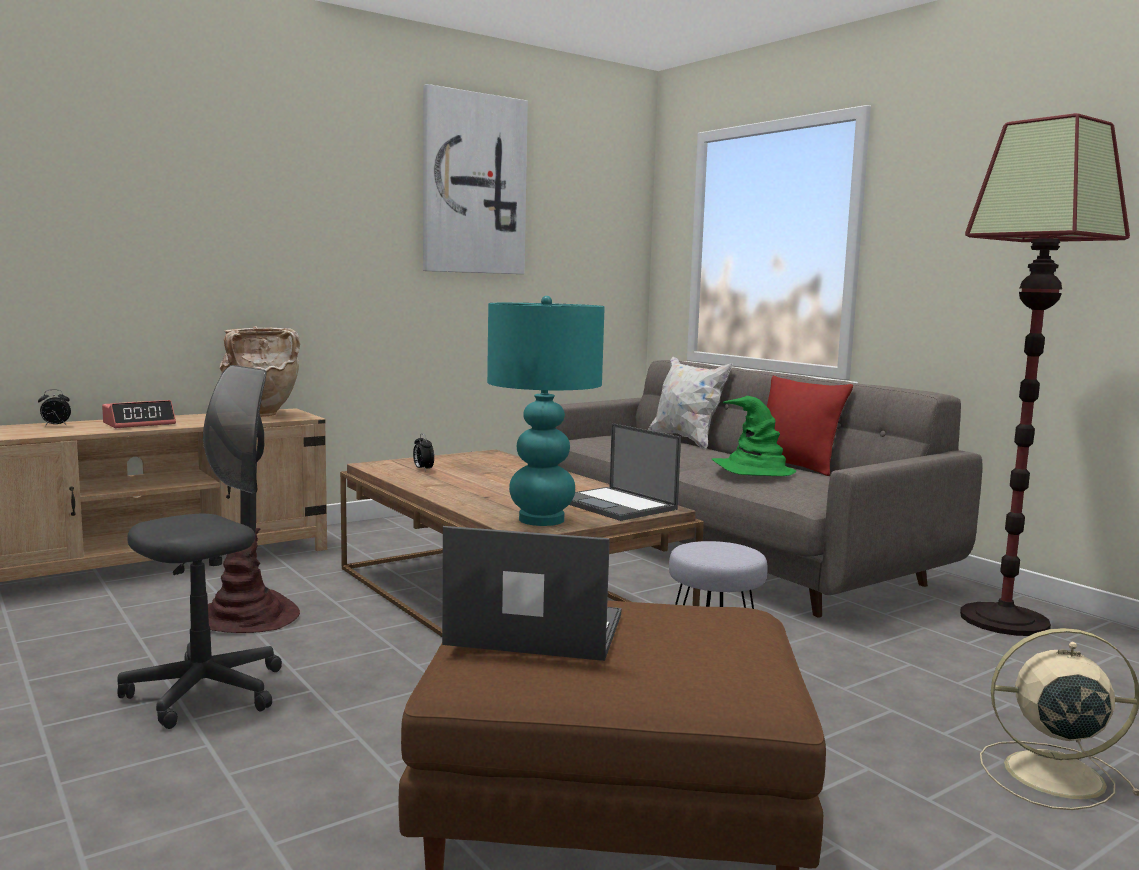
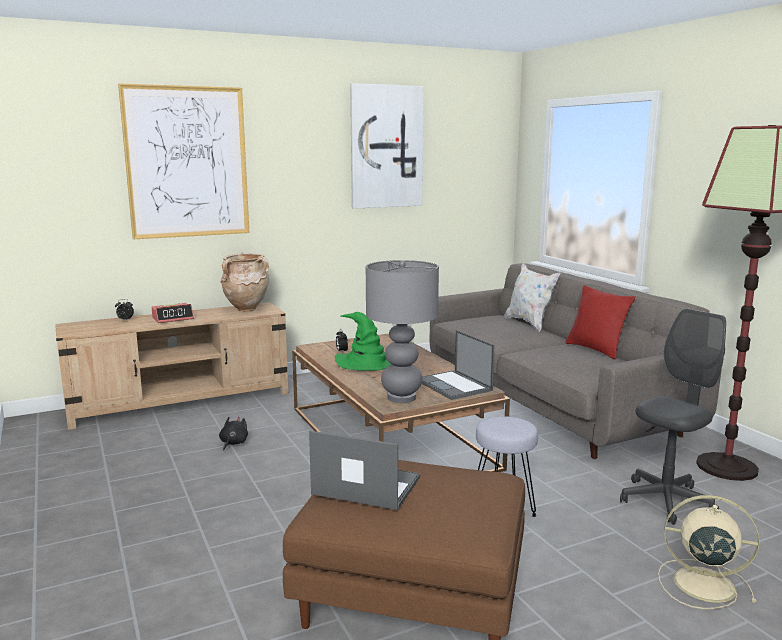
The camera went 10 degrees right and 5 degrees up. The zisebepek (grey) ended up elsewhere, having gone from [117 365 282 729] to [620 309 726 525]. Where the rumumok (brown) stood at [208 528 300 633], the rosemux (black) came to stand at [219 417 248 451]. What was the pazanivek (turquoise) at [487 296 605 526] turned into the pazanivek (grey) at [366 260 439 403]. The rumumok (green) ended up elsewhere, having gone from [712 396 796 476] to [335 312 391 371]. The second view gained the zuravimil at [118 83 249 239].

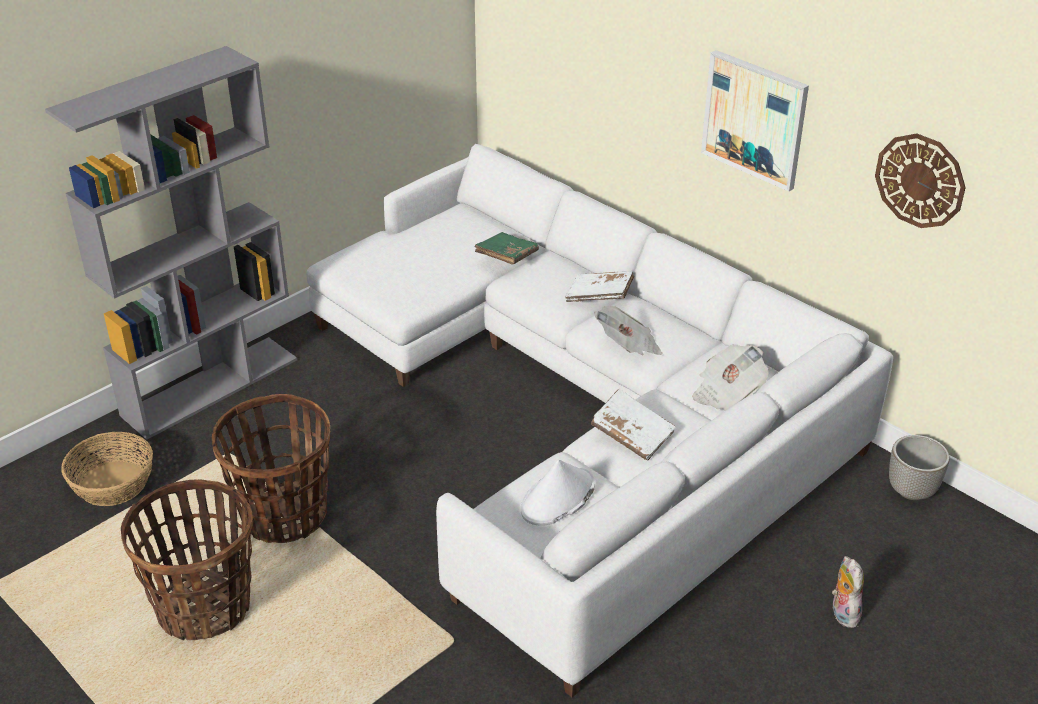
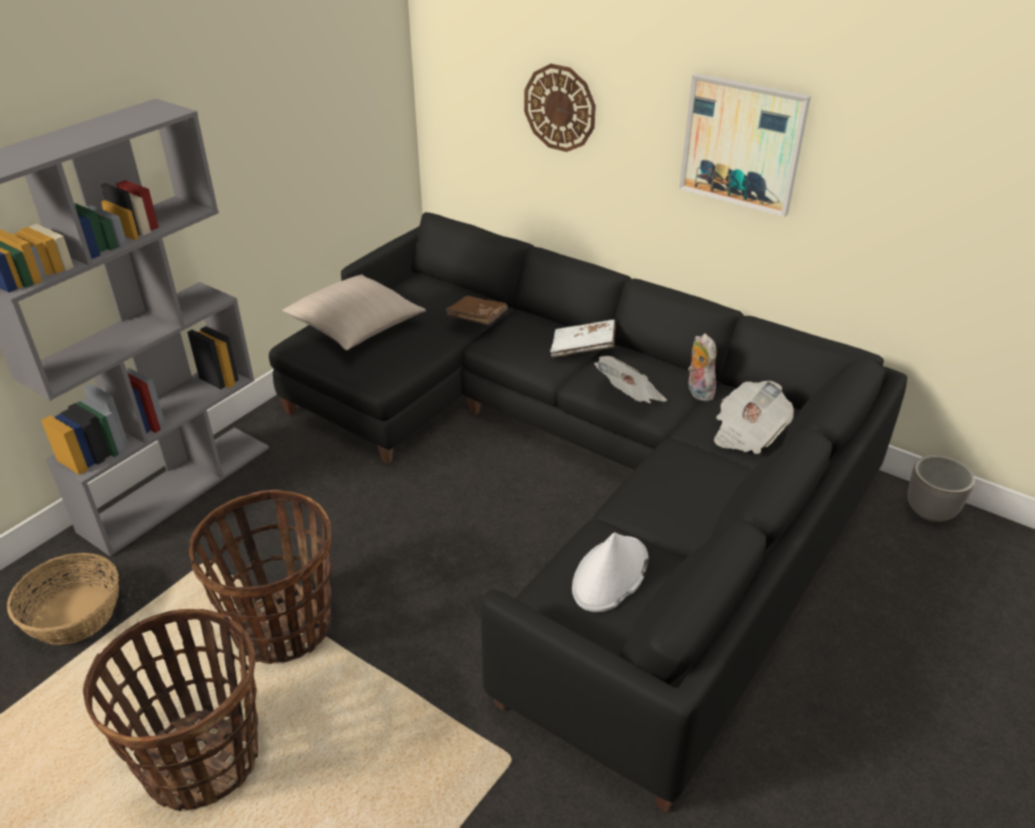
The camera went 10 degrees left and 0 degrees up. What was the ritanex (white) at [306 144 893 697] turned into the ritanex (black) at [269 212 907 813]. What was the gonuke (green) at [475 232 539 264] turned into the gonuke (brown) at [446 295 508 325]. The second view lost the gonuke (white) at [591 389 676 461]. The rosemux ended up elsewhere, having gone from [832 556 864 628] to [688 334 717 401]. The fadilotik ended up elsewhere, having gone from [875 134 966 228] to [524 64 596 152]. The second view gained the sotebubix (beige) at [282 275 426 350].

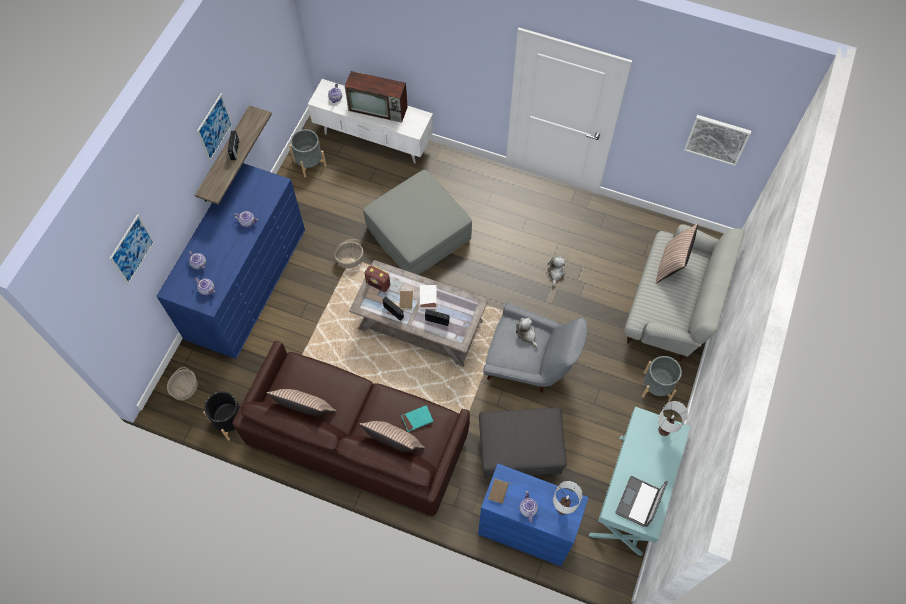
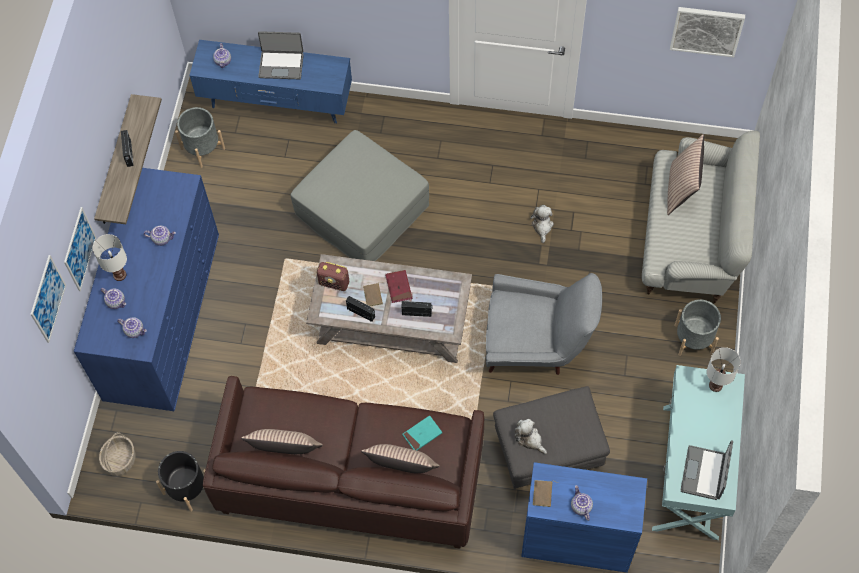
The camera went 10 degrees left and 0 degrees up. The zuravimil ended up elsewhere, having gone from [197 93 233 161] to [64 207 96 291]. What was the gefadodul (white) at [308 79 433 164] turned into the gefadodul (blue) at [189 40 352 124]. The second view lost the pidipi at [334 239 363 268]. Where the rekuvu stood at [345 71 408 123], the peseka came to stand at [258 31 304 79]. What was the gonuke (white) at [420 285 437 309] turned into the gonuke (red) at [385 270 412 303]. The rosemux ended up elsewhere, having gone from [516 318 538 348] to [515 419 547 455]. The pazanivek (white) ended up elsewhere, having gone from [553 481 582 515] to [93 234 127 281].

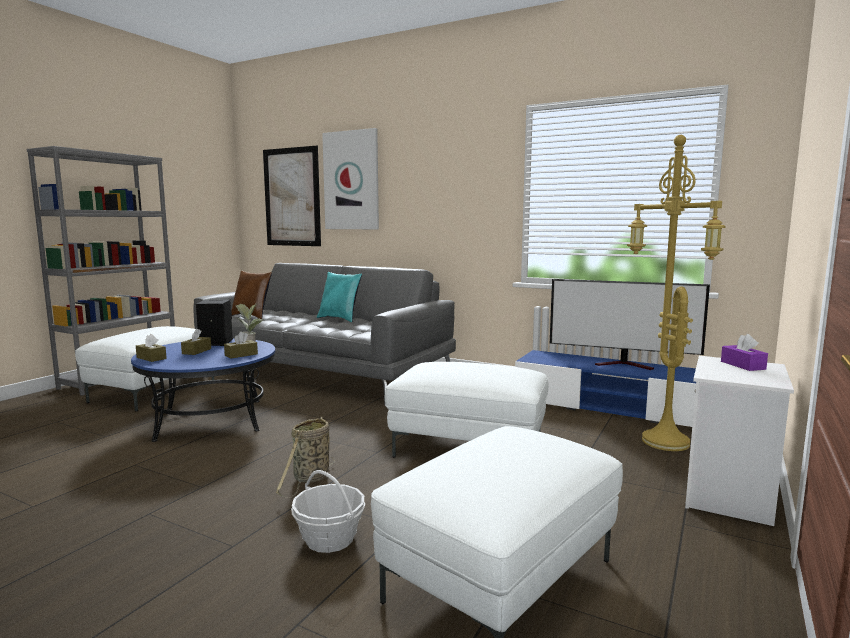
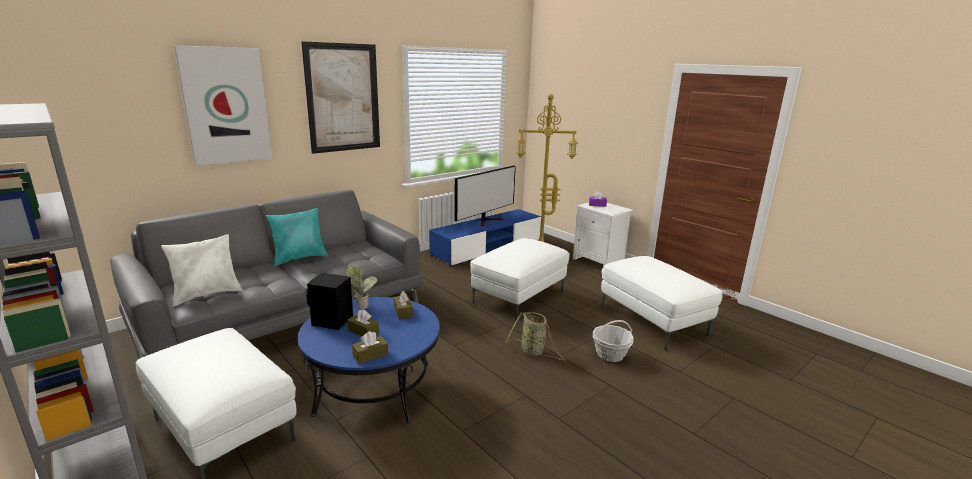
The camera went 70 degrees left and 10 degrees up. What was the sotebubix (brown) at [231 271 272 319] turned into the sotebubix (white) at [161 234 243 307]. The zuravimil ended up elsewhere, having gone from [263 146 321 246] to [301 41 380 154].

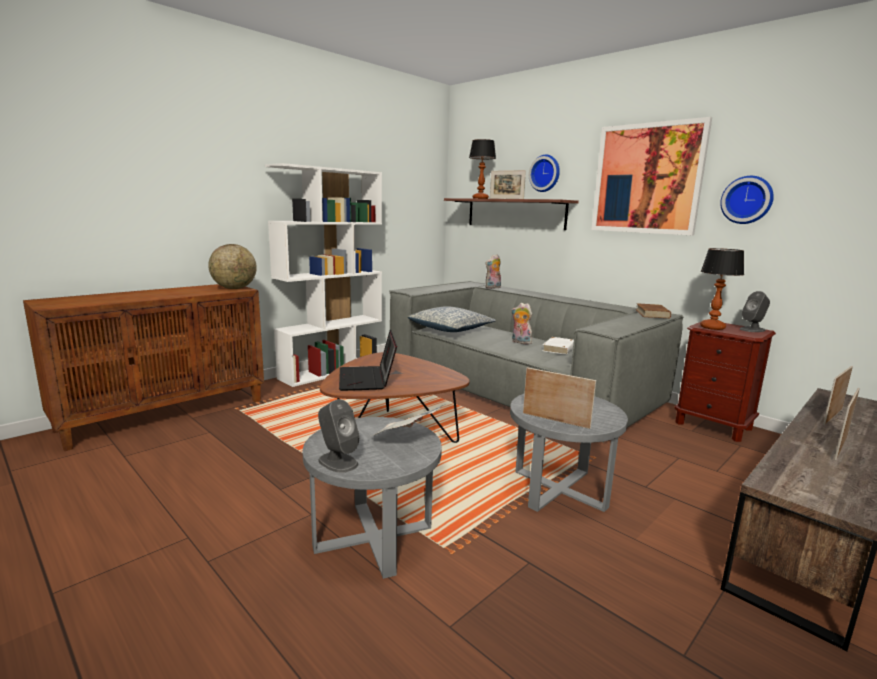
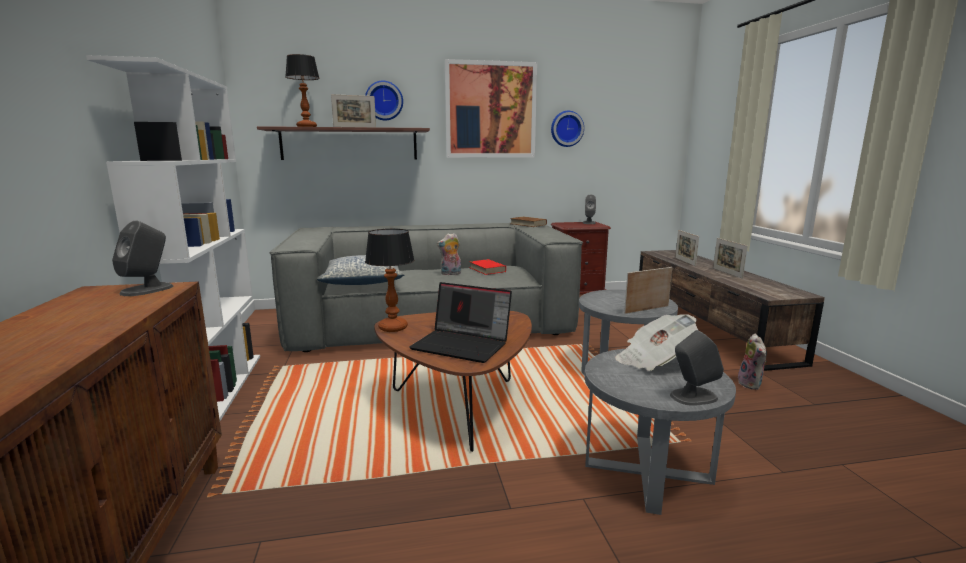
The camera went 55 degrees left and 0 degrees up. Where the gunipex stood at [208 244 257 289], the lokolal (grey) came to stand at [112 221 173 296]. The rosemux ended up elsewhere, having gone from [485 255 501 289] to [738 334 767 390]. What was the gonuke (white) at [543 337 574 355] turned into the gonuke (red) at [469 259 506 275]. The pazanivek ended up elsewhere, having gone from [700 248 744 330] to [365 229 414 332].

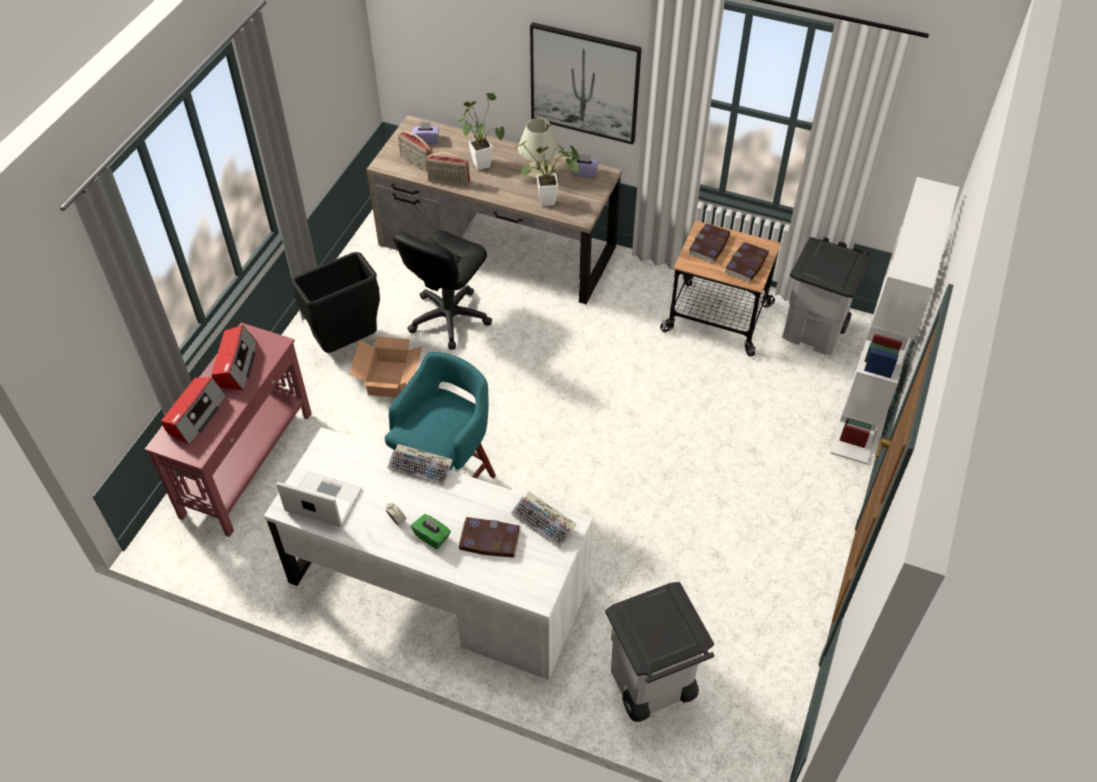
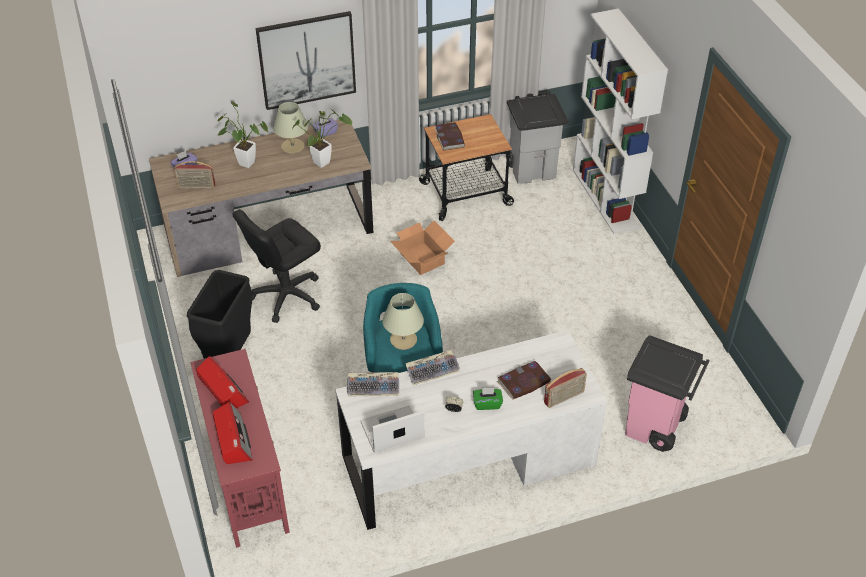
The camera went 40 degrees left and 5 degrees down. The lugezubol ended up elsewhere, having gone from [349 336 423 398] to [390 220 455 275]. The zisebepek (black) at [393 231 492 350] ended up facing another way, 60 degrees clockwise from before. The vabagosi ended up elsewhere, having gone from [426 153 470 186] to [544 368 587 408]. The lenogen ended up elsewhere, having gone from [511 492 577 549] to [347 372 399 396]. What was the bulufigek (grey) at [605 582 714 722] turned into the bulufigek (pink) at [625 335 710 452]. The second view lost the gonuke at [724 242 769 282]. The second view gained the pazanivek (beige) at [382 293 424 350].

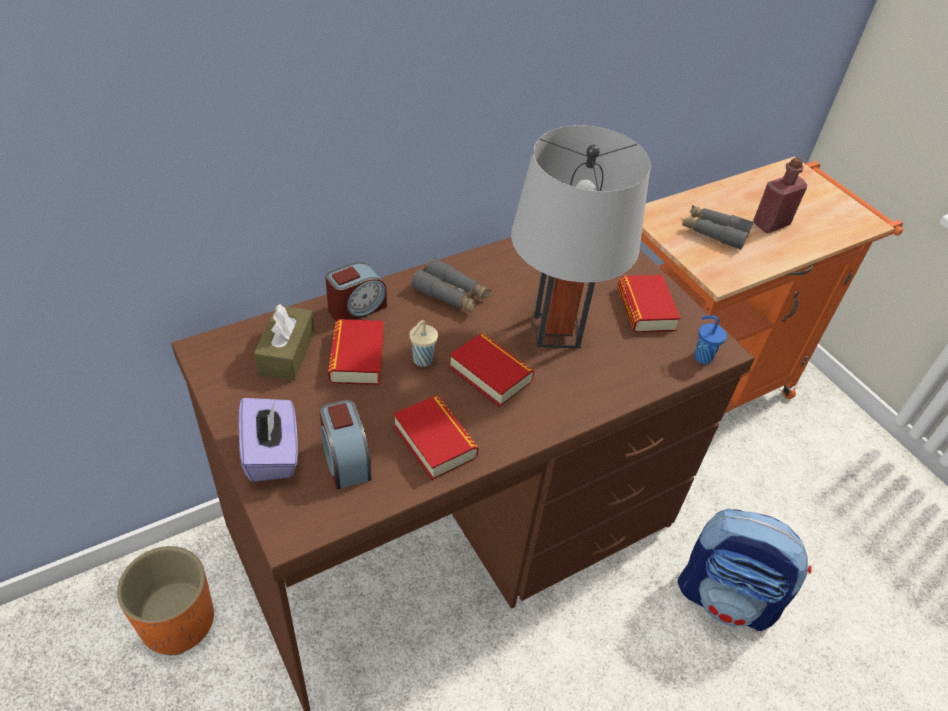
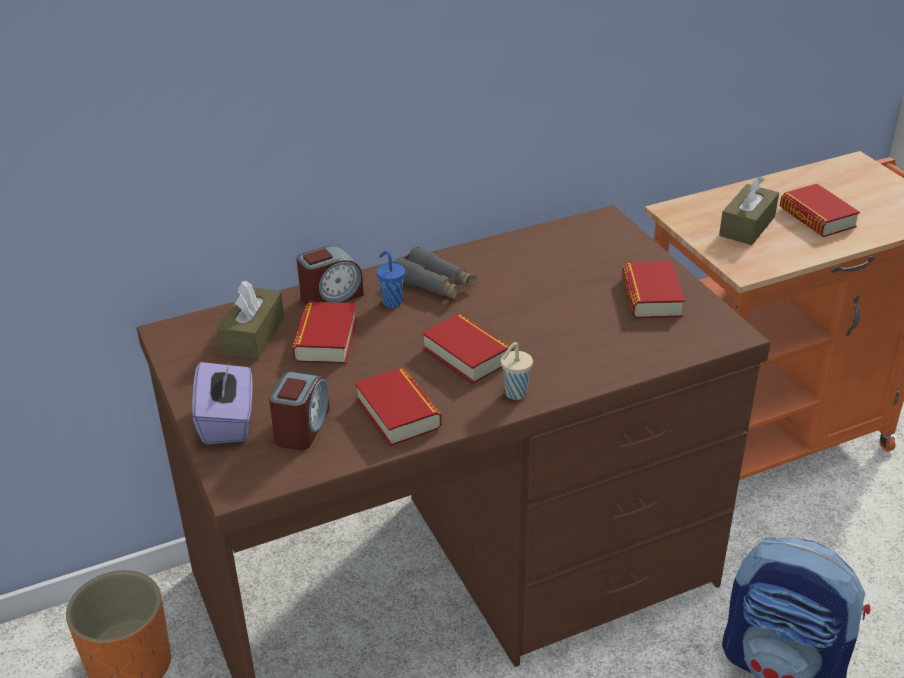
The camera went 10 degrees right and 10 degrees down. The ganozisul at [320 400 371 489] ended up facing another way, 150 degrees counterclockwise from before. The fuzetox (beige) ended up elsewhere, having gone from [410 320 438 367] to [501 342 533 400]. The second view lost the pazanivek (grey) at [511 125 651 349]. Where the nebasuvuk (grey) stood at [682 205 753 250], the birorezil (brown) came to stand at [719 177 779 245]. The fuzetox (blue) ended up elsewhere, having gone from [694 315 727 364] to [376 251 405 308]. Where the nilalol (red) stood at [753 157 807 233], the gonuke came to stand at [780 184 860 237].

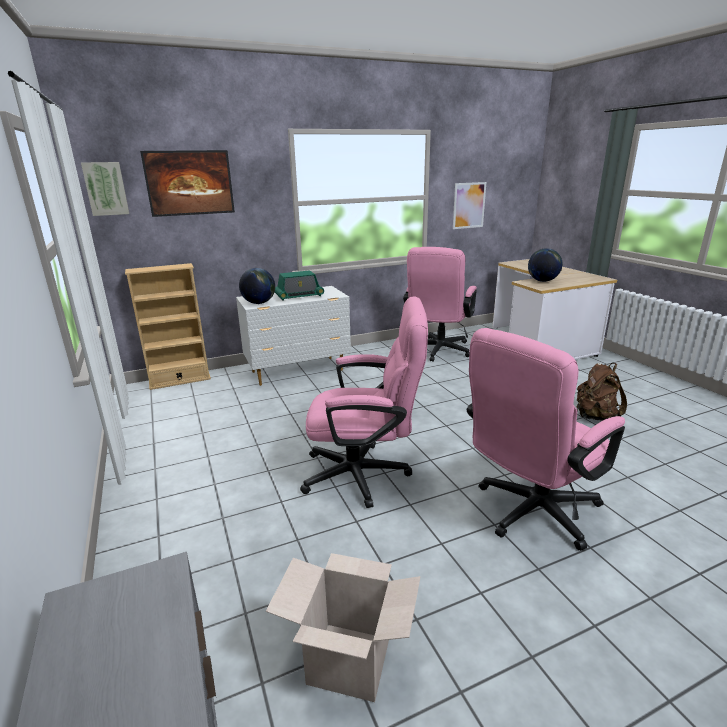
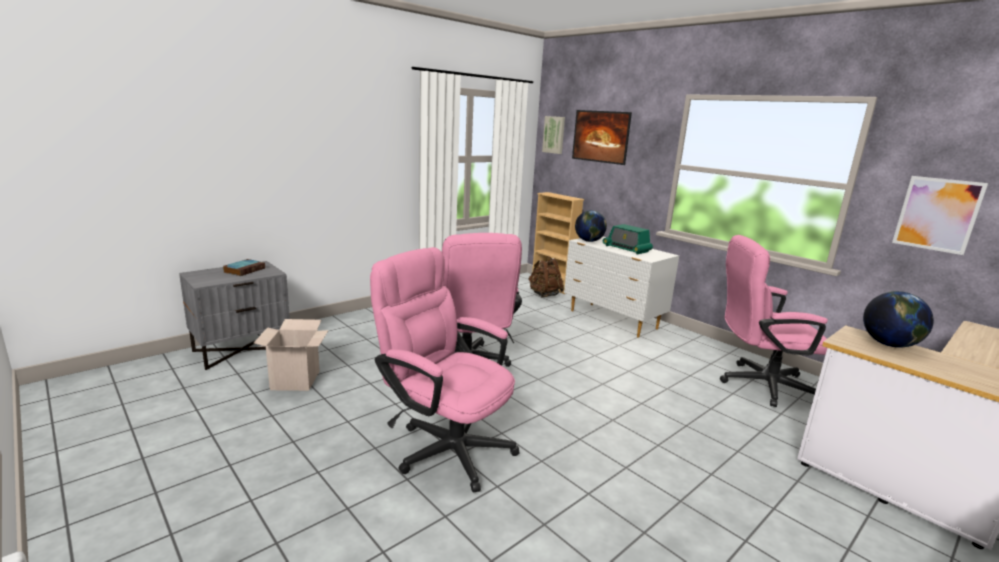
The camera went 70 degrees right and 5 degrees down. The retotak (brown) ended up elsewhere, having gone from [577 363 627 420] to [529 257 564 298]. The second view gained the gonuke at [223 259 265 276].

